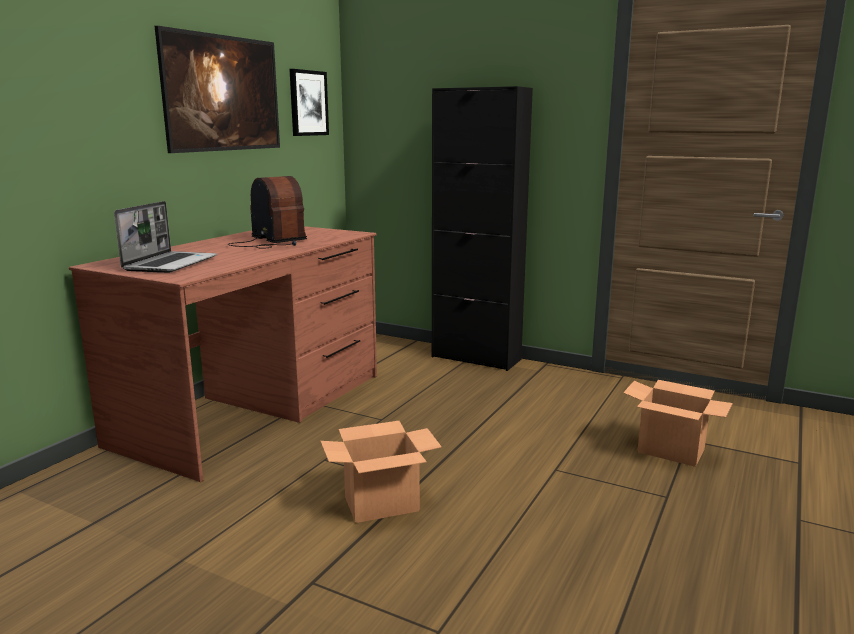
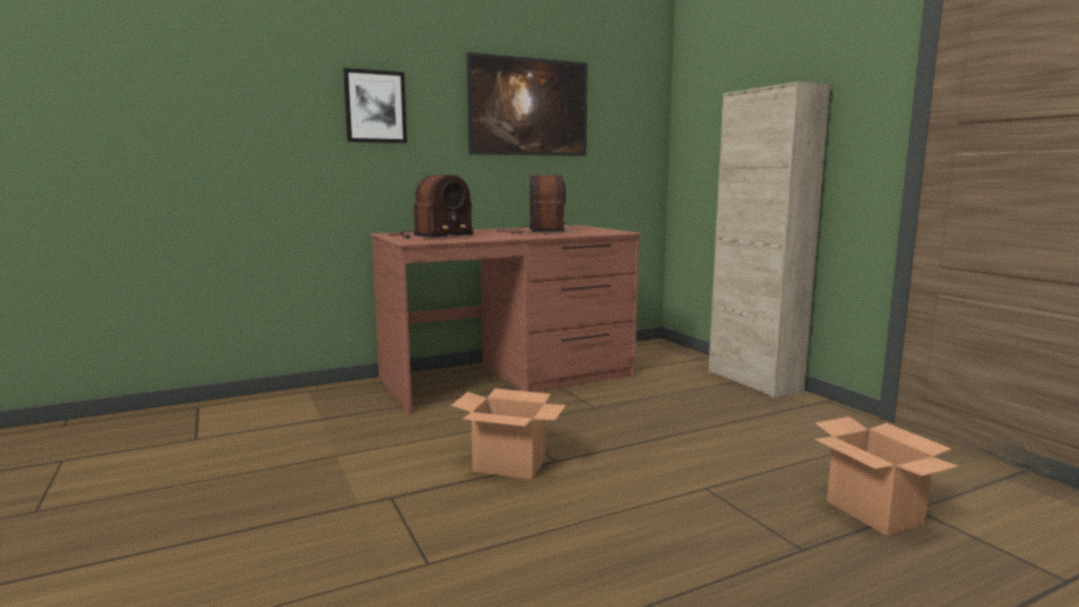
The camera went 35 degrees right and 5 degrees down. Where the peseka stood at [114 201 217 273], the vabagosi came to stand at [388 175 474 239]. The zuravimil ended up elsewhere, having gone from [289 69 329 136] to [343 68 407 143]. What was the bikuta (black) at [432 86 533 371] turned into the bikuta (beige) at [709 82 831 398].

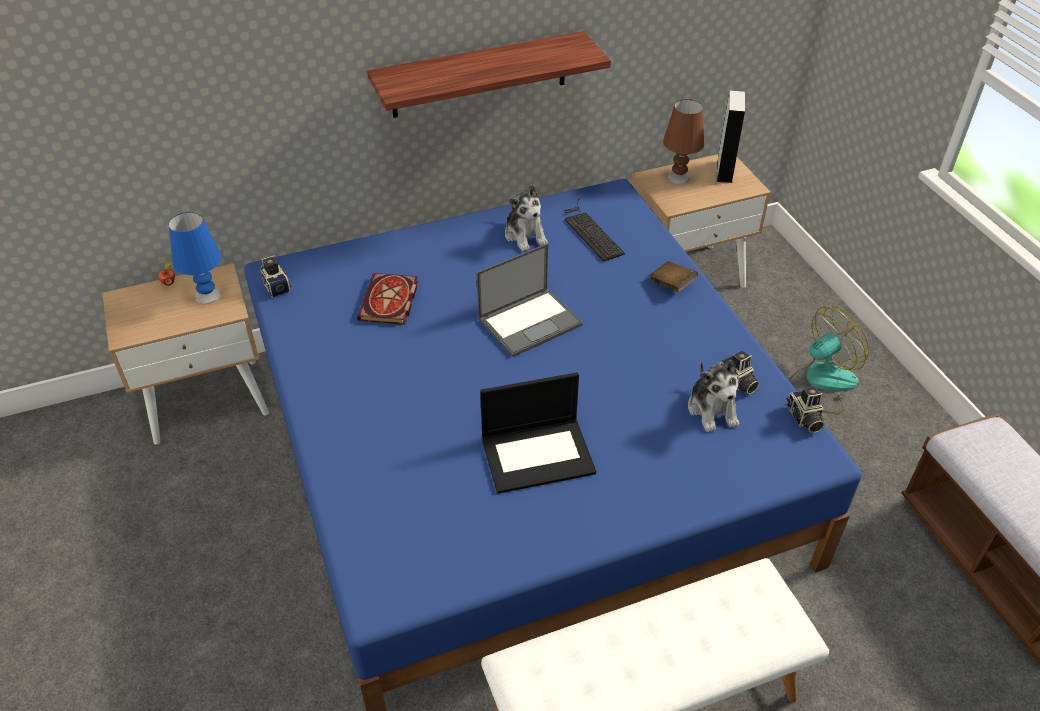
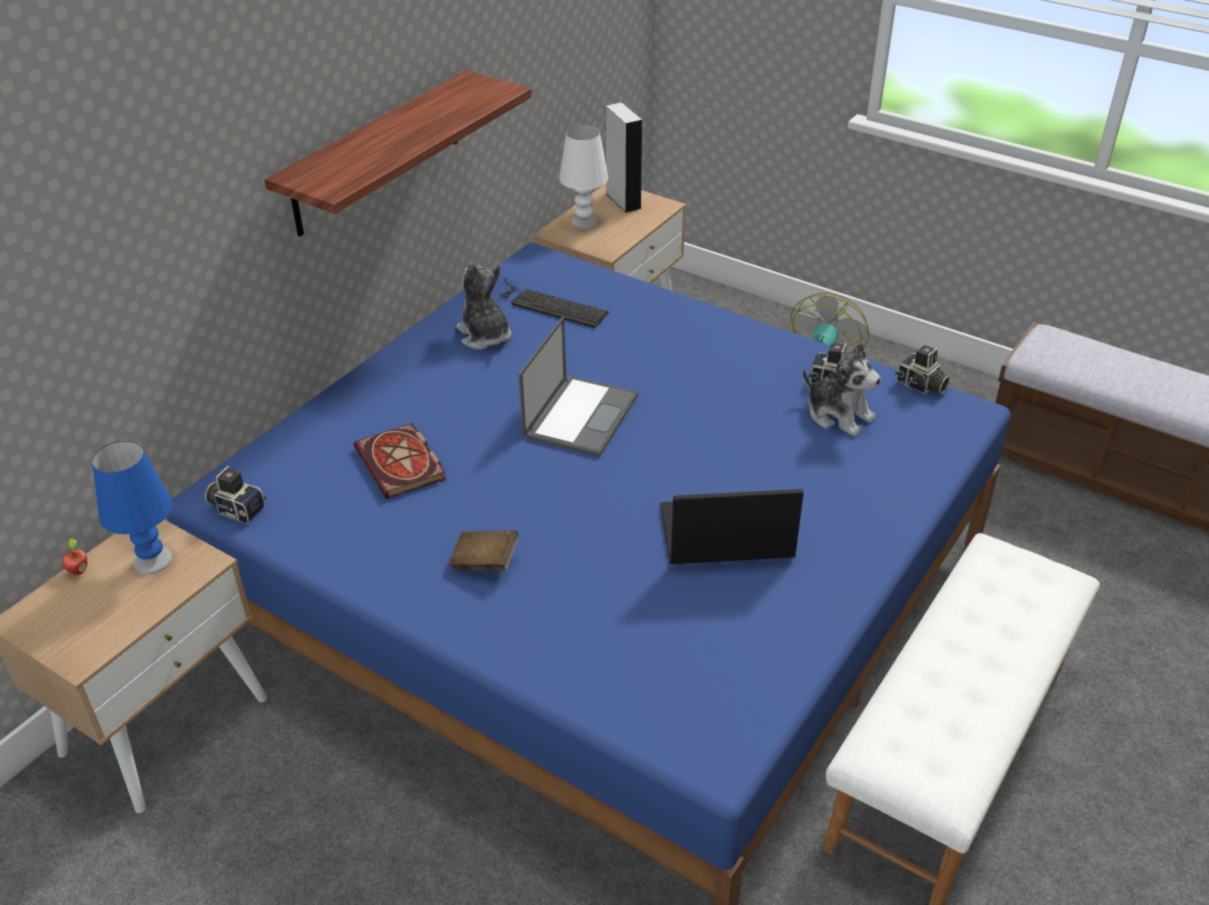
The camera went 35 degrees left and 5 degrees down. The peseka at [480 372 596 494] ended up facing another way, 135 degrees counterclockwise from before. The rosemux at [505 185 548 251] ended up facing another way, 150 degrees counterclockwise from before. The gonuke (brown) ended up elsewhere, having gone from [649 261 698 292] to [448 530 518 571]. What was the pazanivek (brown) at [663 99 704 184] turned into the pazanivek (white) at [559 125 608 229].

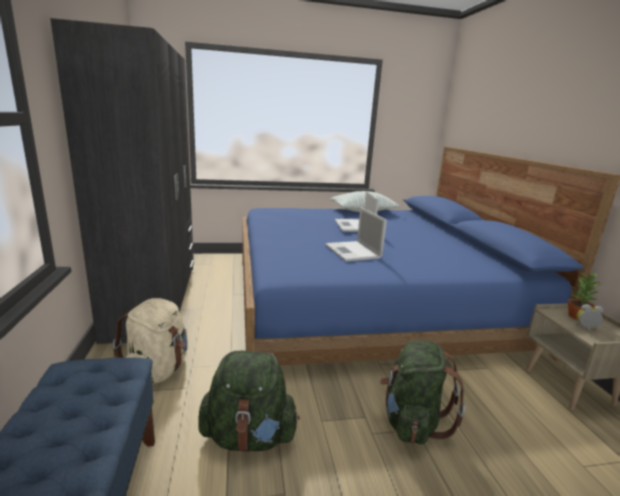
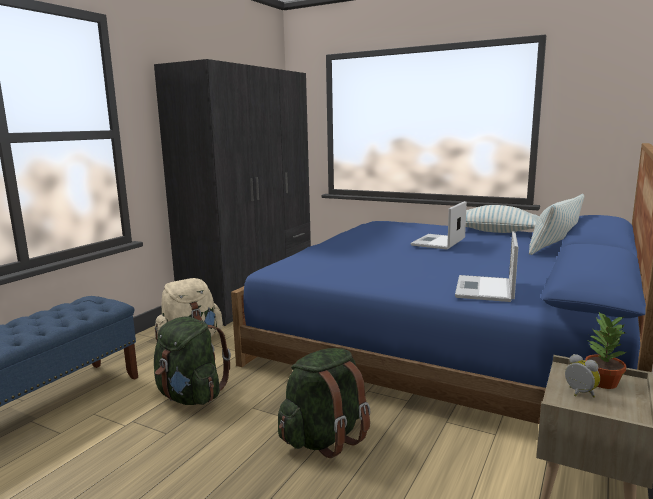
The camera went 40 degrees right and 5 degrees down. The peseka ended up elsewhere, having gone from [325 207 387 262] to [455 231 518 302]. The second view gained the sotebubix at [529 194 584 255].

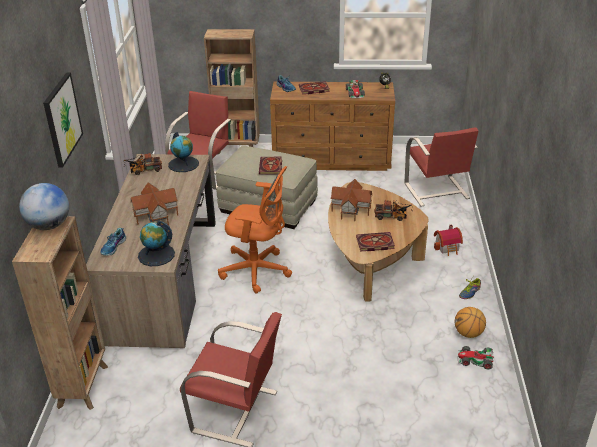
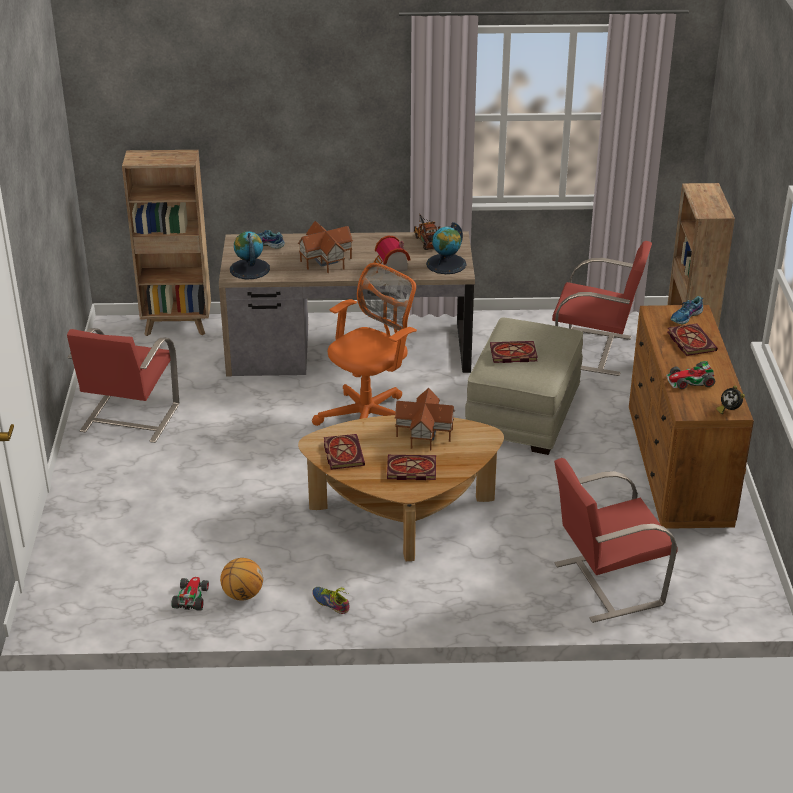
The camera went 85 degrees right and 0 degrees up. The second view lost the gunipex at [19 183 69 230]. The second view lost the zuravimil at [43 73 83 168]. The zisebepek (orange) at [218 166 292 294] ended up facing another way, 150 degrees counterclockwise from before. Where the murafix stood at [374 199 412 221], the gonuke came to stand at [387 455 436 480]. The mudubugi ended up elsewhere, having gone from [434 225 463 256] to [374 236 411 273].

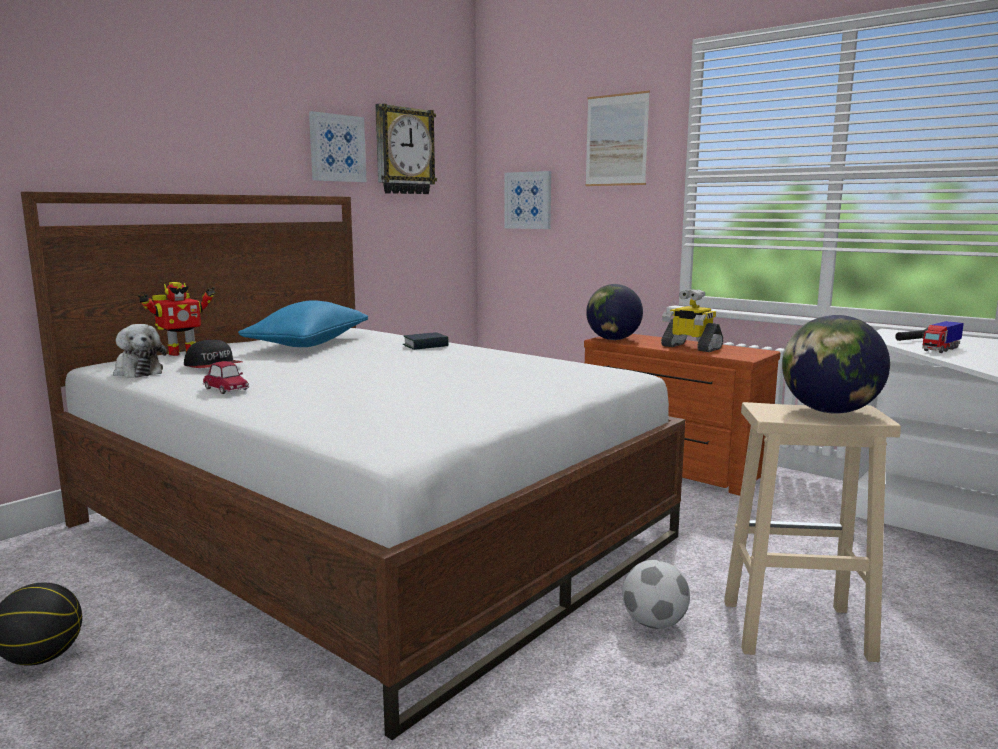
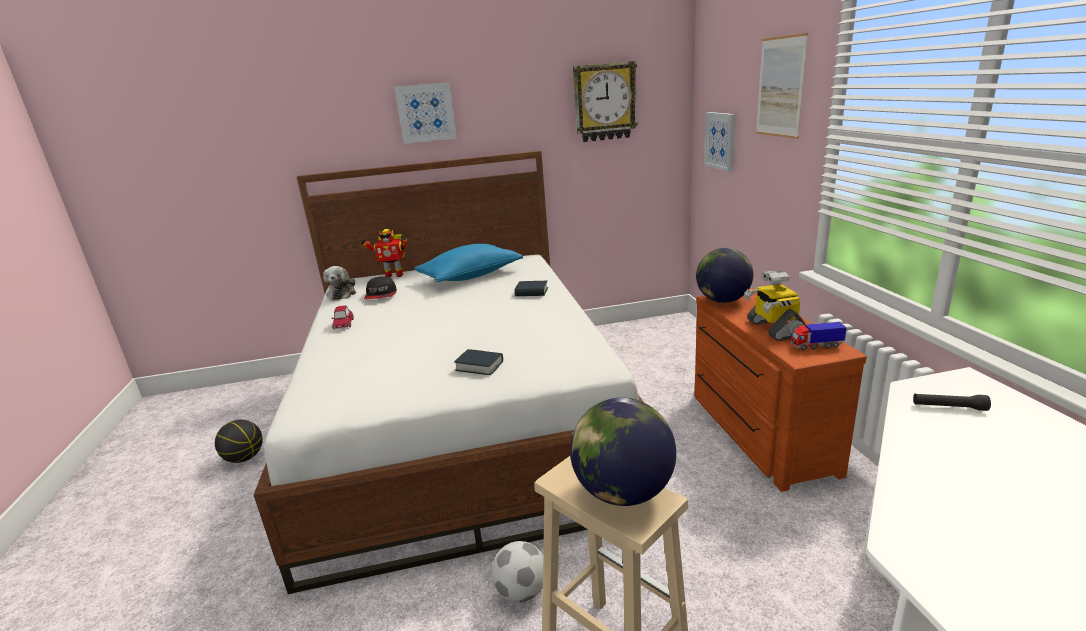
The camera went 40 degrees right and 10 degrees up. The zuravimil ended up elsewhere, having gone from [309 111 367 182] to [395 82 457 144]. The murafix ended up elsewhere, having gone from [922 321 964 353] to [791 322 847 350]. The second view gained the gonuke at [454 349 503 375].

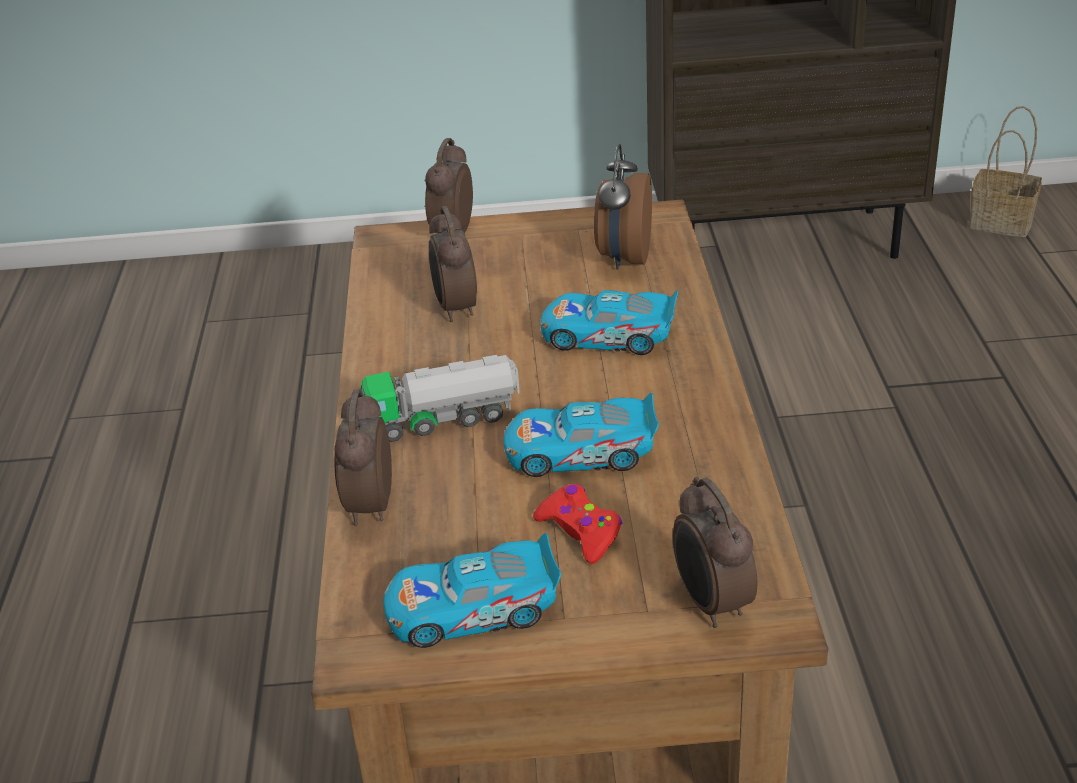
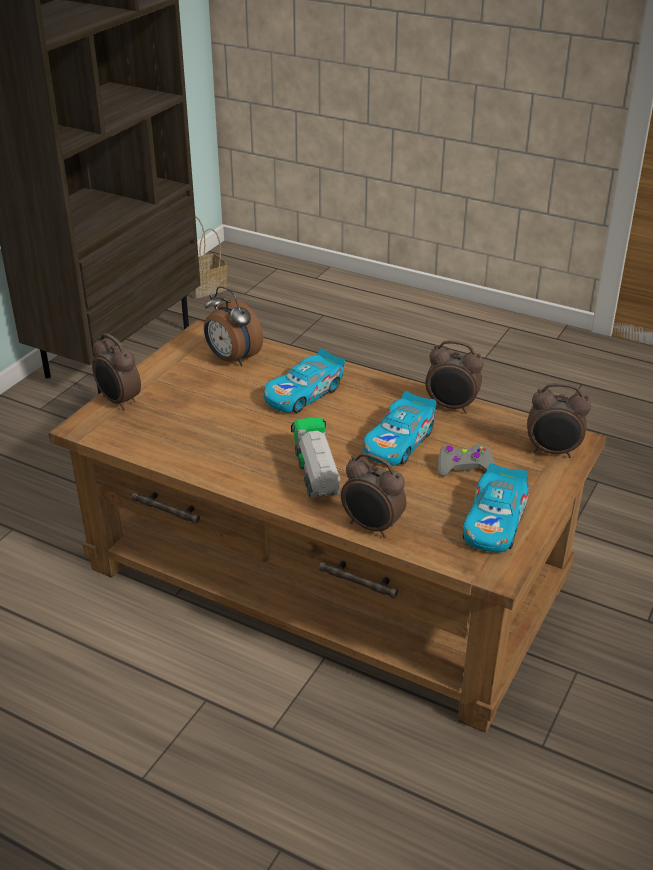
The camera went 60 degrees left and 0 degrees up. The murafix at [361 355 520 442] ended up facing another way, 150 degrees clockwise from before. The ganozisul ended up elsewhere, having gone from [429 206 477 322] to [425 340 484 413]. What was the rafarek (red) at [533 484 622 564] turned into the rafarek (grey) at [438 444 495 476].

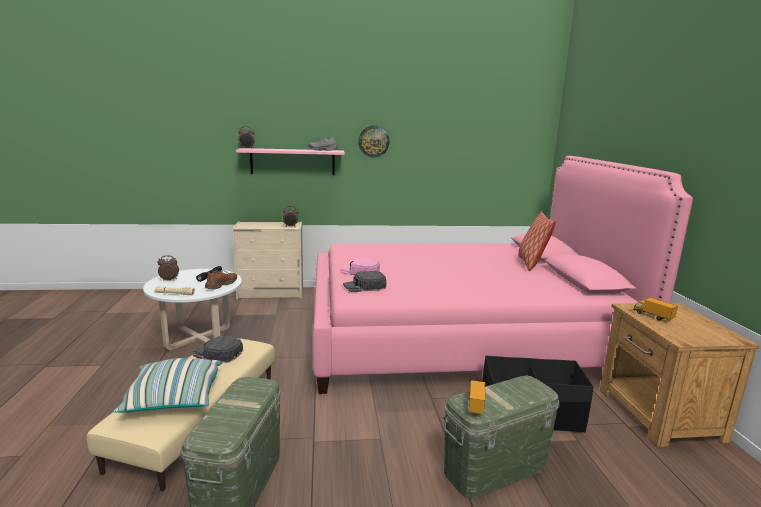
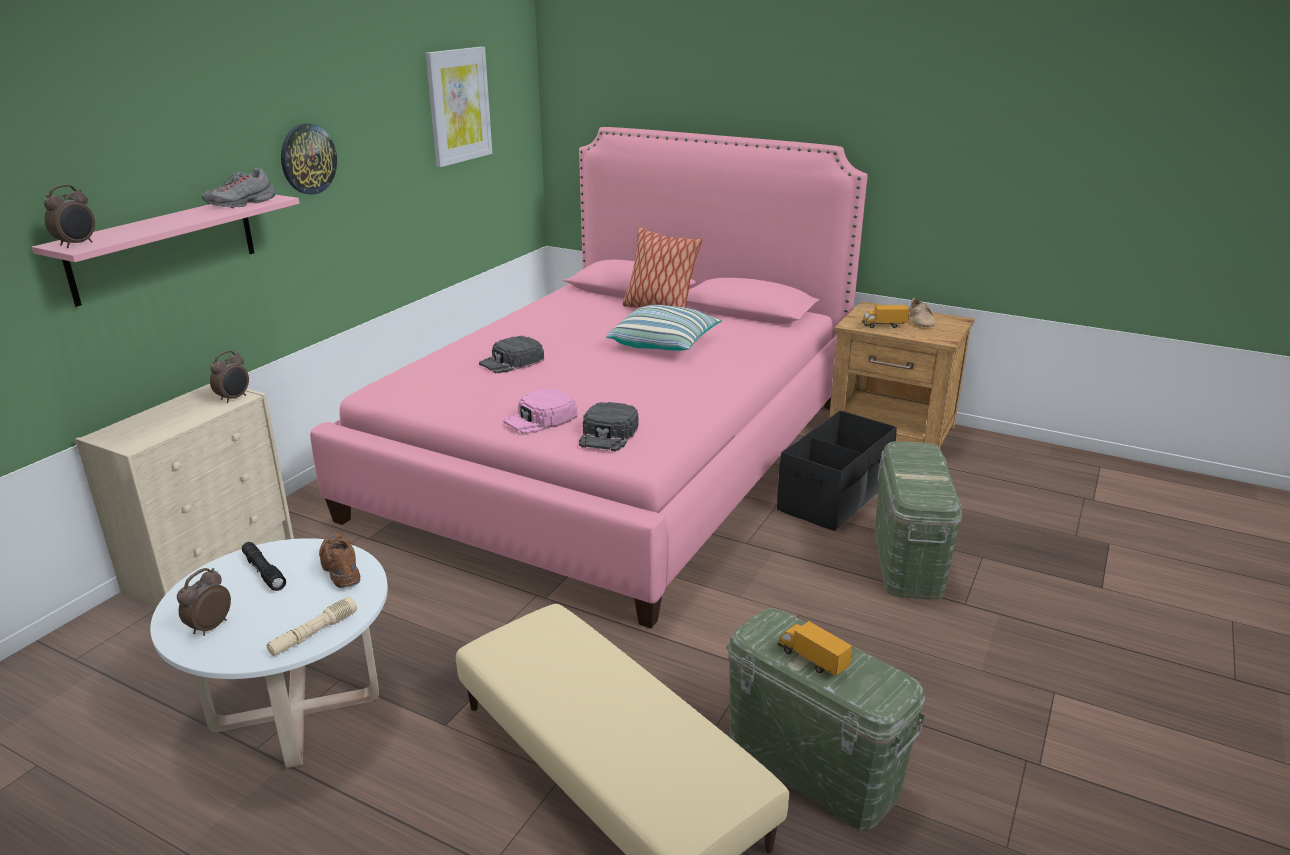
The camera went 55 degrees left and 10 degrees up. The sotebubix ended up elsewhere, having gone from [113 358 223 413] to [606 305 722 351]. The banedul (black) ended up elsewhere, having gone from [193 336 243 363] to [479 336 544 373]. The murafix ended up elsewhere, having gone from [469 380 485 414] to [778 621 853 676]. The second view gained the zuravimil at [426 47 492 167]. The second view gained the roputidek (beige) at [909 298 935 328].

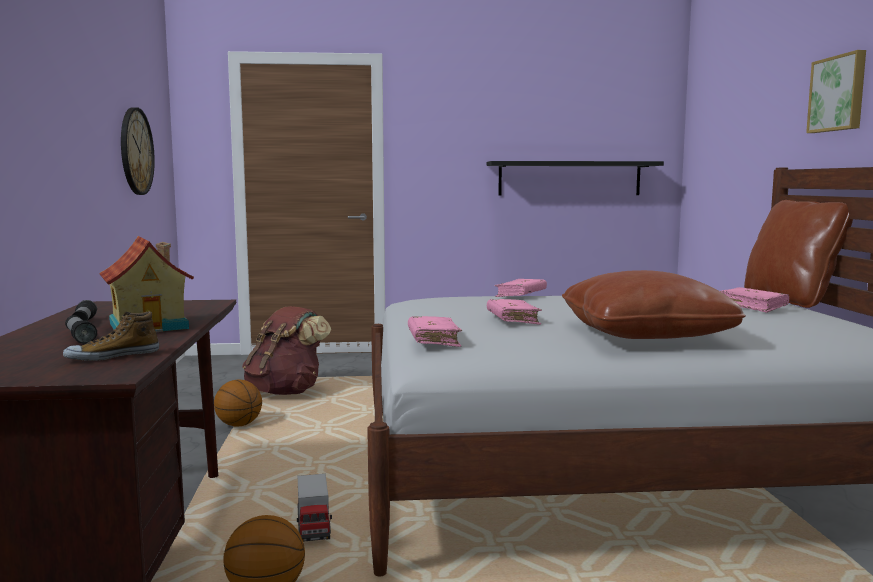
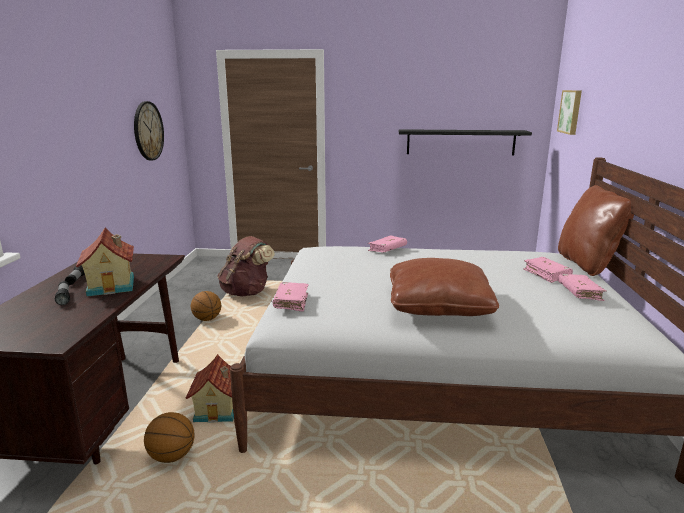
The camera went 10 degrees right and 10 degrees up. The second view lost the roputidek at [63 311 159 361]. Where the murafix stood at [297 474 332 542], the mudubugi came to stand at [186 354 234 422]. The gonuke (pink) ended up elsewhere, having gone from [487 299 542 324] to [558 274 607 301]. The zuravimil ended up elsewhere, having gone from [806 50 866 133] to [557 90 582 135].

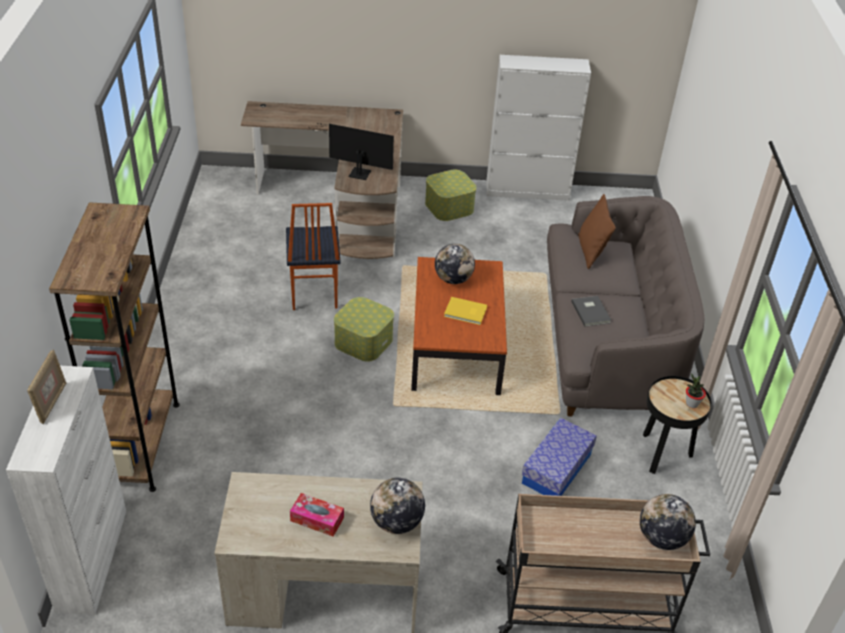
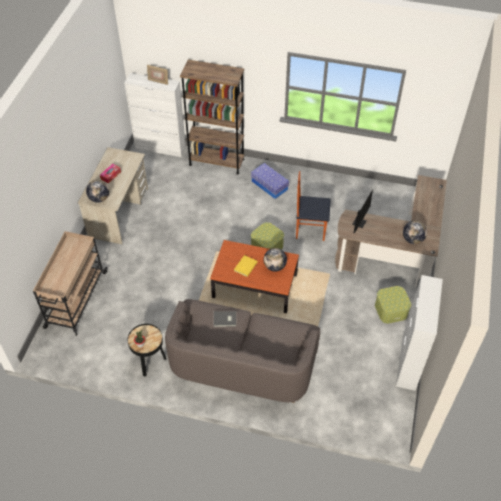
The camera went 105 degrees right and 10 degrees up. The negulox ended up elsewhere, having gone from [522 418 597 496] to [251 163 289 199]. The second view lost the sotebubix (brown) at [578 194 616 269]. The gunipex ended up elsewhere, having gone from [640 494 696 550] to [403 220 427 244].

